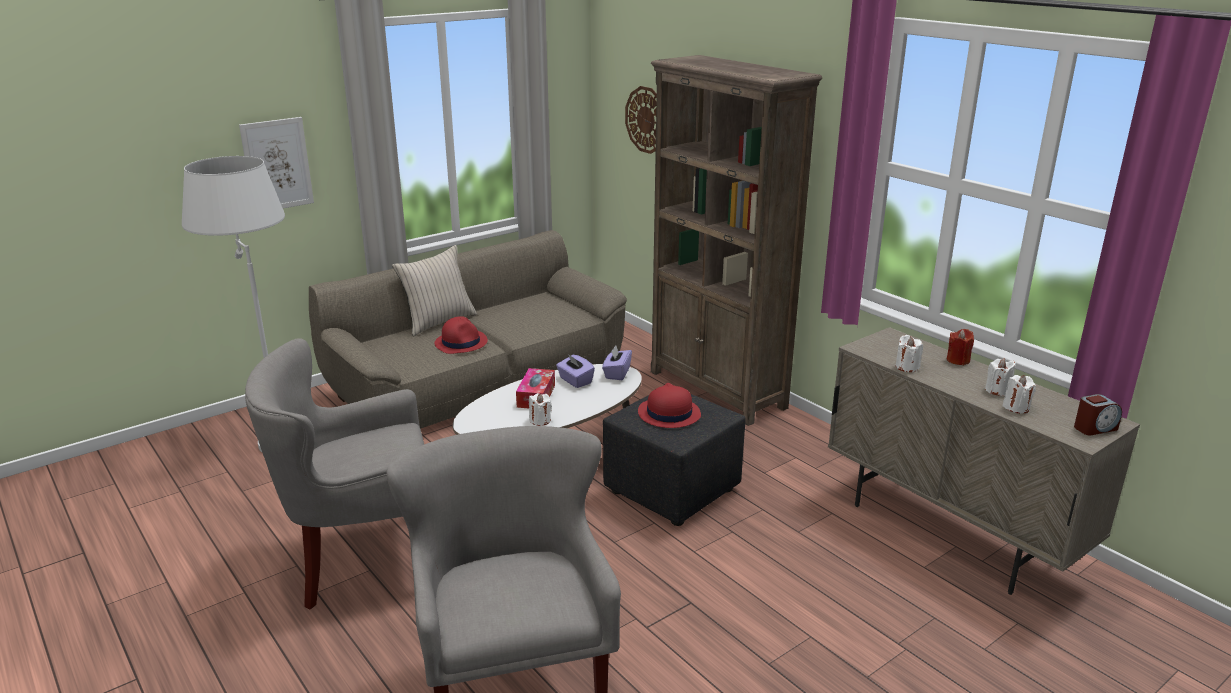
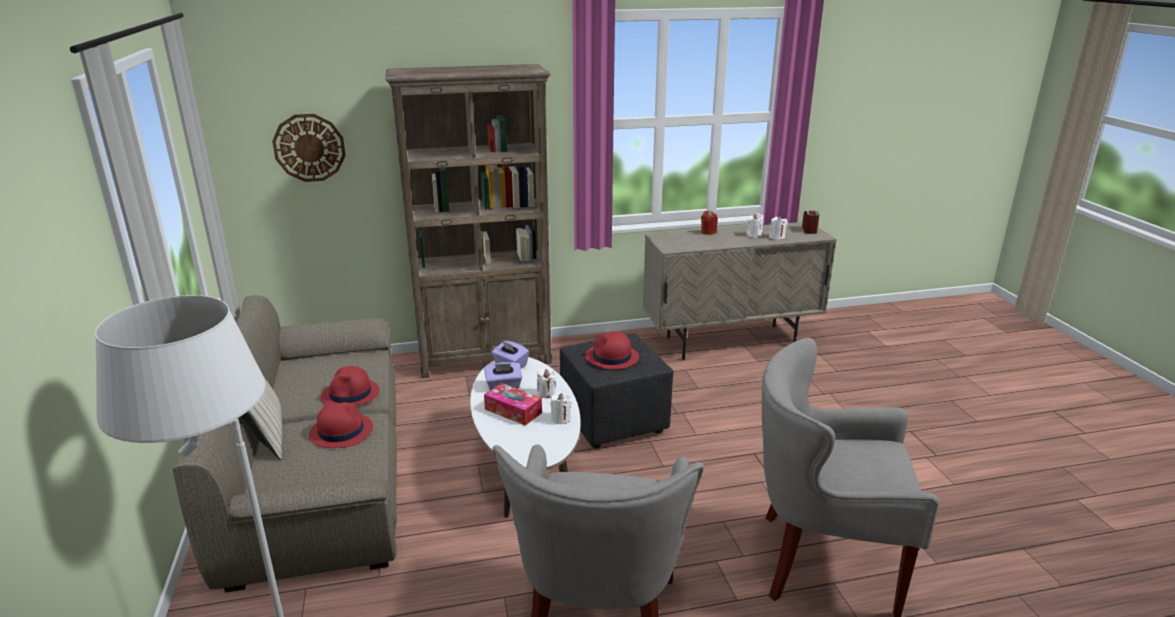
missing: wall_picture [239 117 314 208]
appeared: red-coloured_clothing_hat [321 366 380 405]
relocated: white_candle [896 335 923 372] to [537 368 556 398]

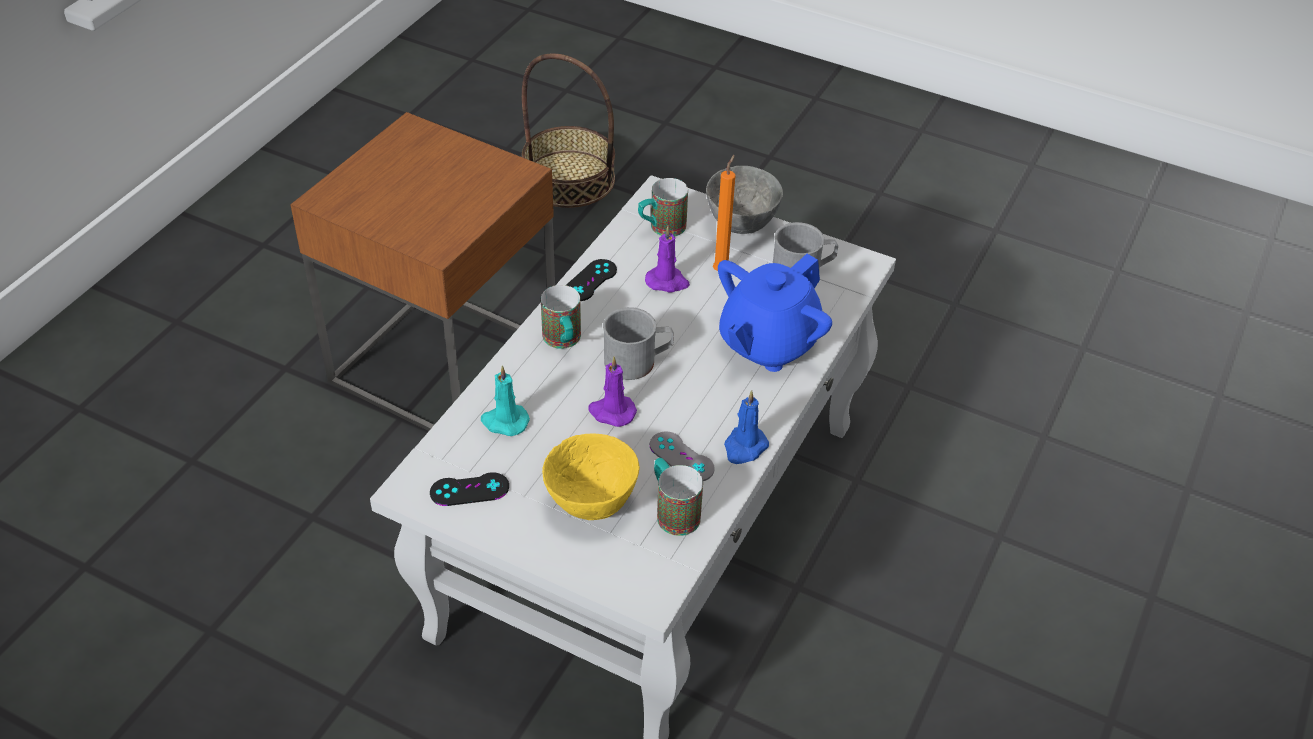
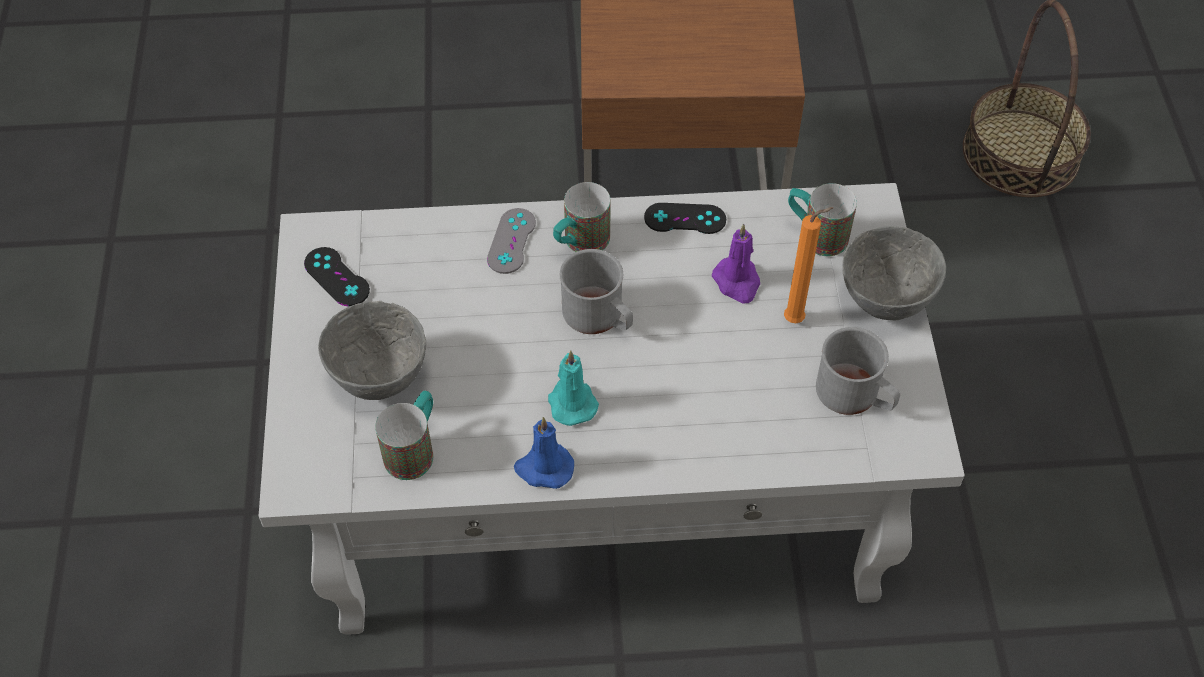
missing: purple-coloured_candle [588 356 637 427]; blue-coloured_pot_for_tea [718 254 832 372]
relocated: turquoise_candle [481 365 530 436] to [548 350 599 426]; greyish_joypad [649 431 715 481] to [487 208 536 274]
colour: yellow_serving_bowl [542 434 640 520] to greyish_serving_bowl [318 301 426 400]

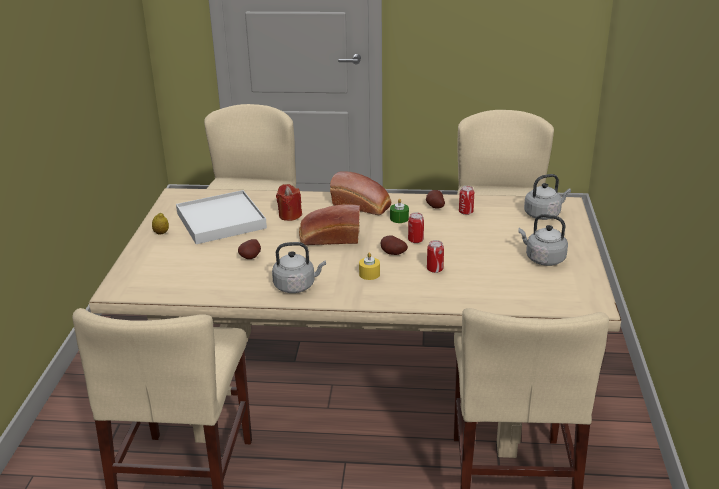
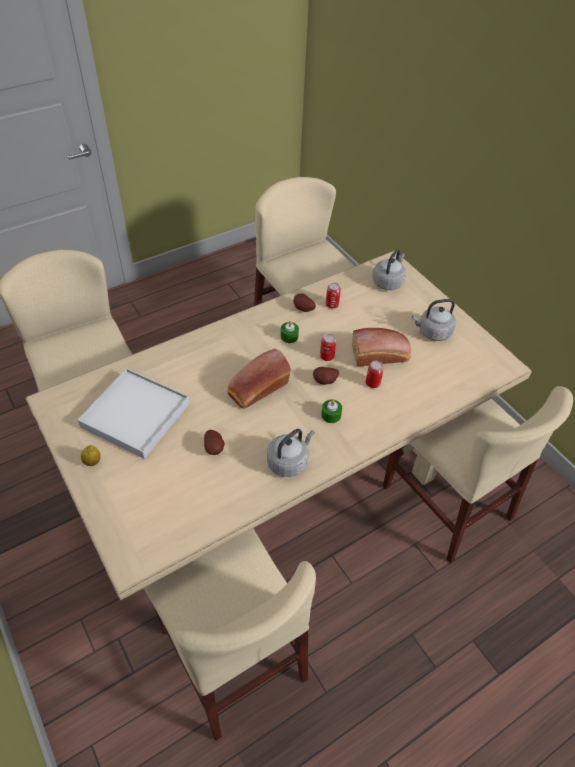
missing: red-coloured_candle [276 184 302 221]
relocated: bakery_bread [330 172 391 215] to [352 328 411 367]
colour: yellow_candle [359 252 380 280] to green_candle [321 399 342 423]

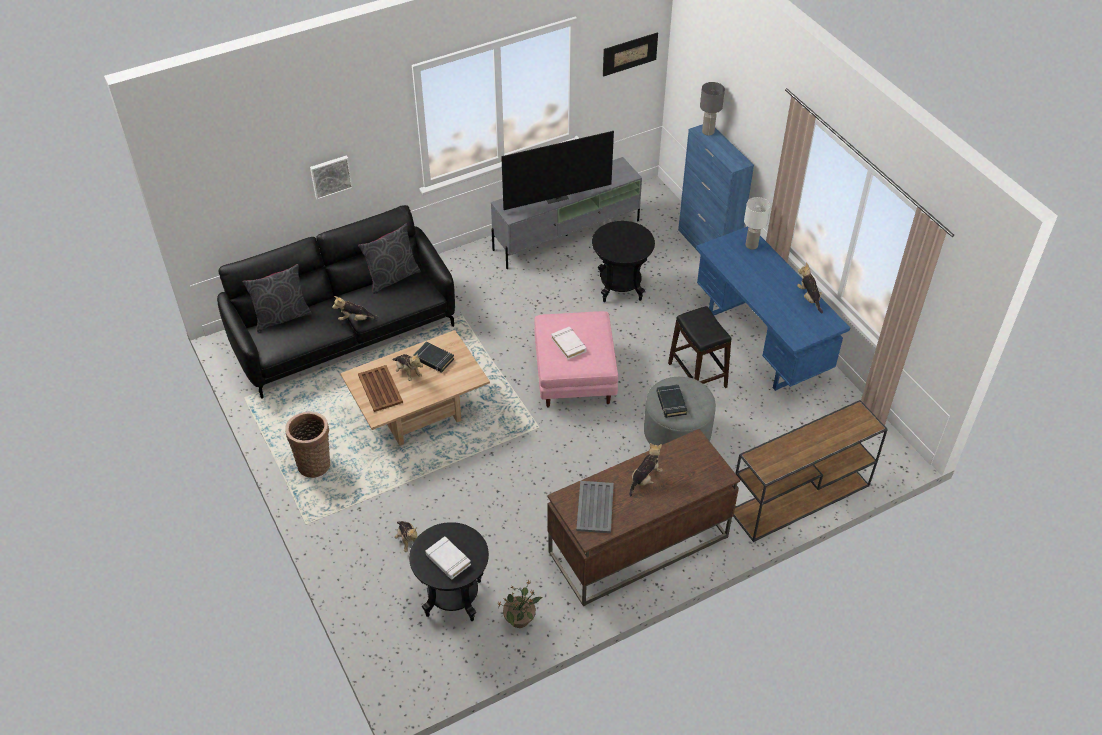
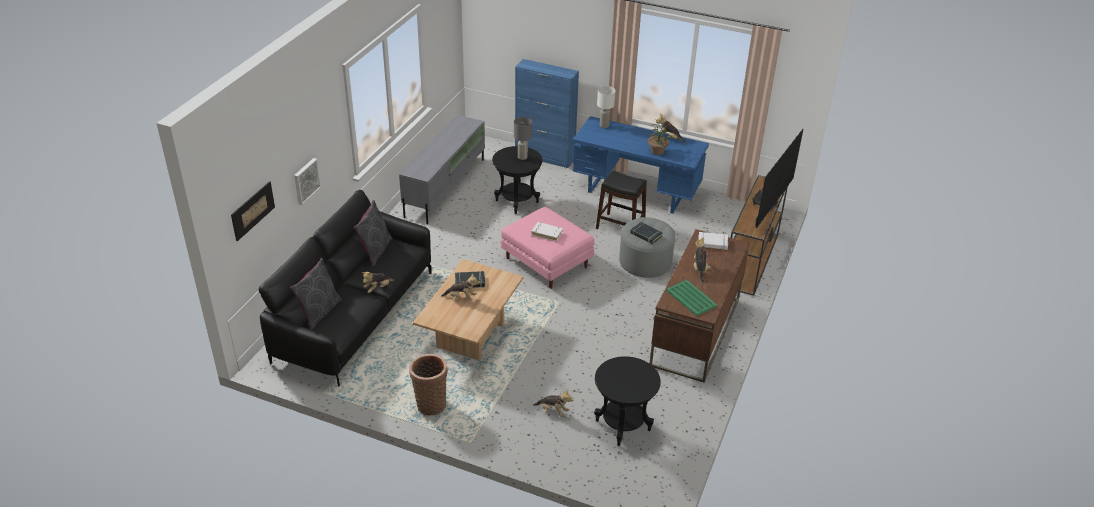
missing: brownish_serving_tray [358 365 403 412]
relocated: white_volume [426 536 471 579] to [698 232 728 250]; houseplant [497 579 542 628] to [648 119 673 155]; television [501 131 614 210] to [753 129 803 228]; wall_picture [603 33 658 77] to [231 181 275 241]; greyish_table_lamp [700 82 725 135] to [514 117 532 160]
colour: greyish_serving_tray [576 481 614 533] to green_serving_tray [666 280 717 316]

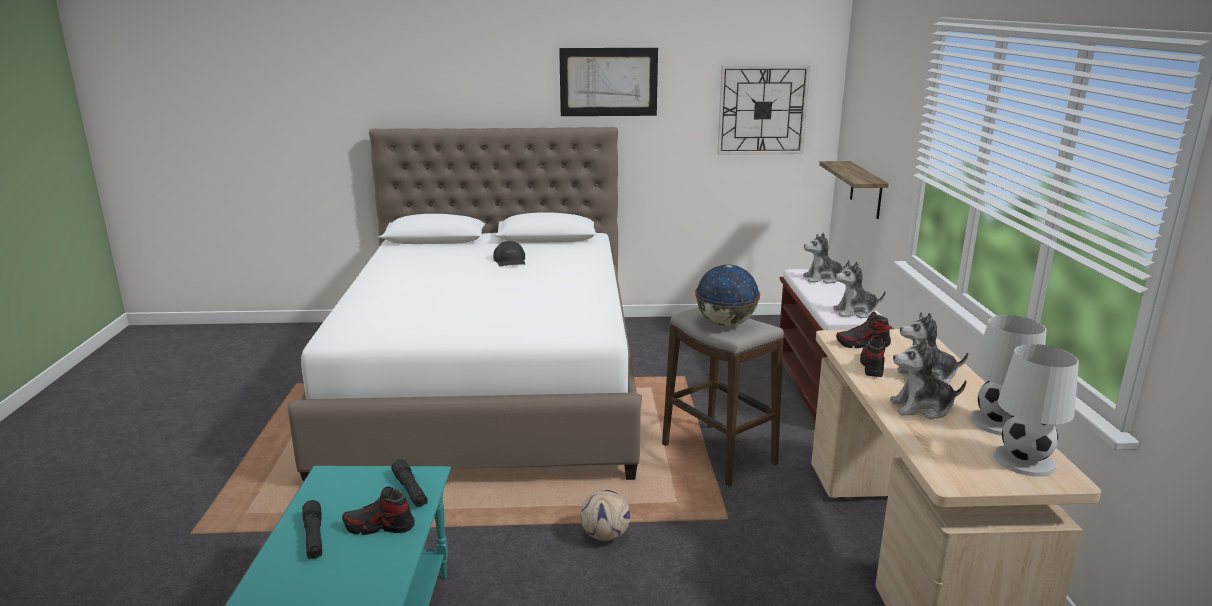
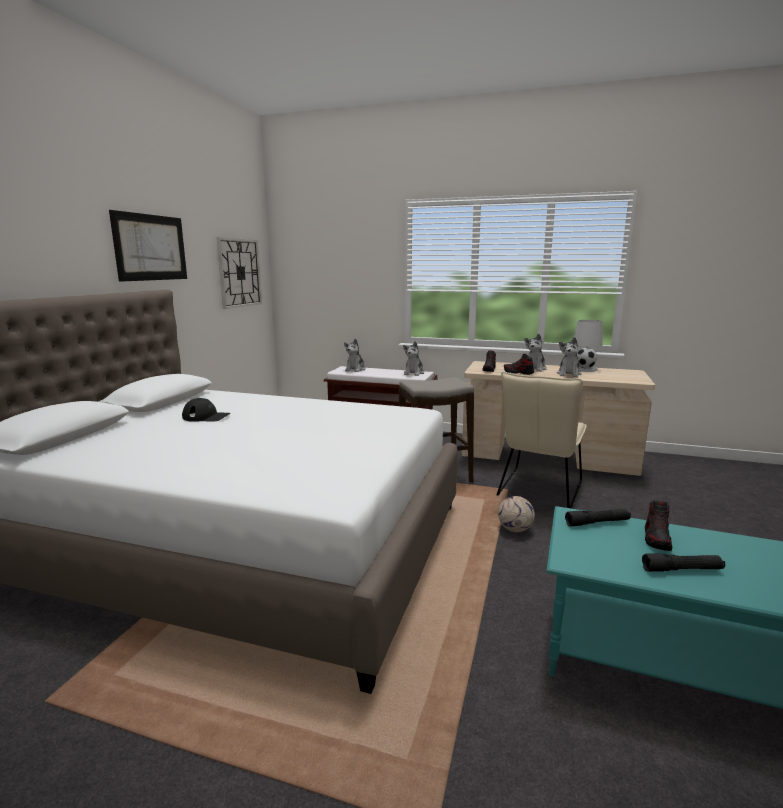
missing: desk_globe [695 265 760 326]; shelf [819 161 889 219]; white_table_lamp [994 344 1079 477]
appeared: beige_plain_chair [497 372 586 508]

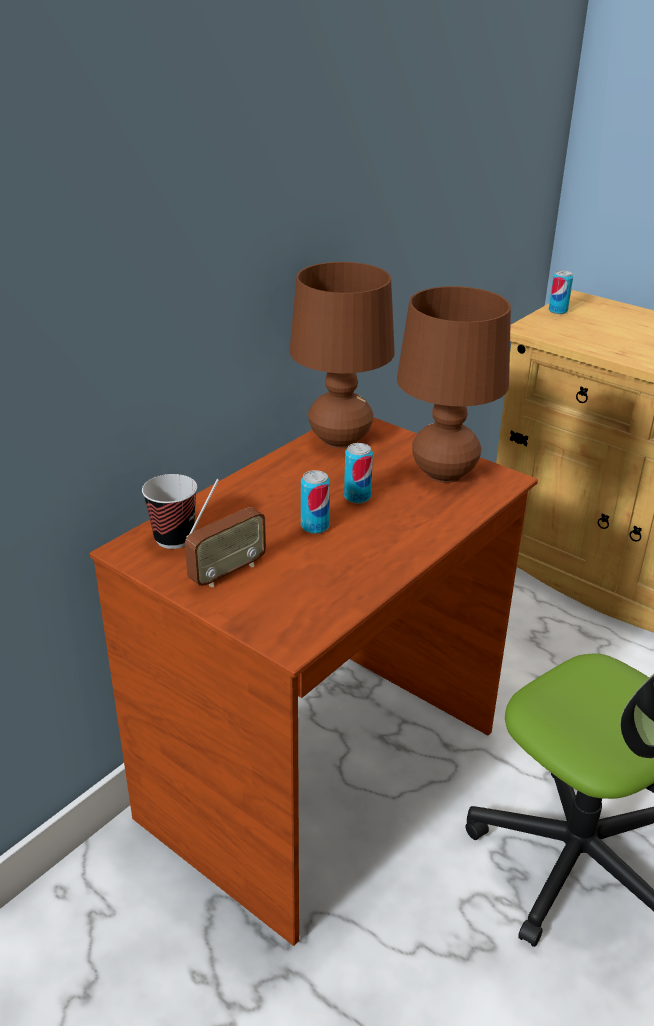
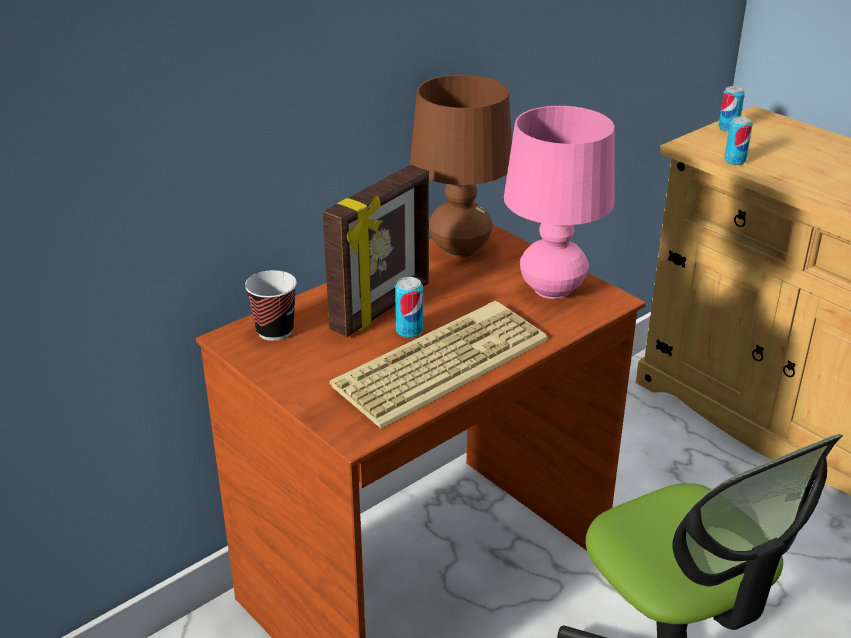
missing: radio_receiver [185 479 266 588]
appeared: standing_frame [323 165 429 337]; computer_keyboard [330 301 548 429]
relocated: can [344 443 373 504] to [724 116 752 165]
colour: brownish_table_lamp [397 286 511 483] to pinkish_table_lamp [504 106 615 299]

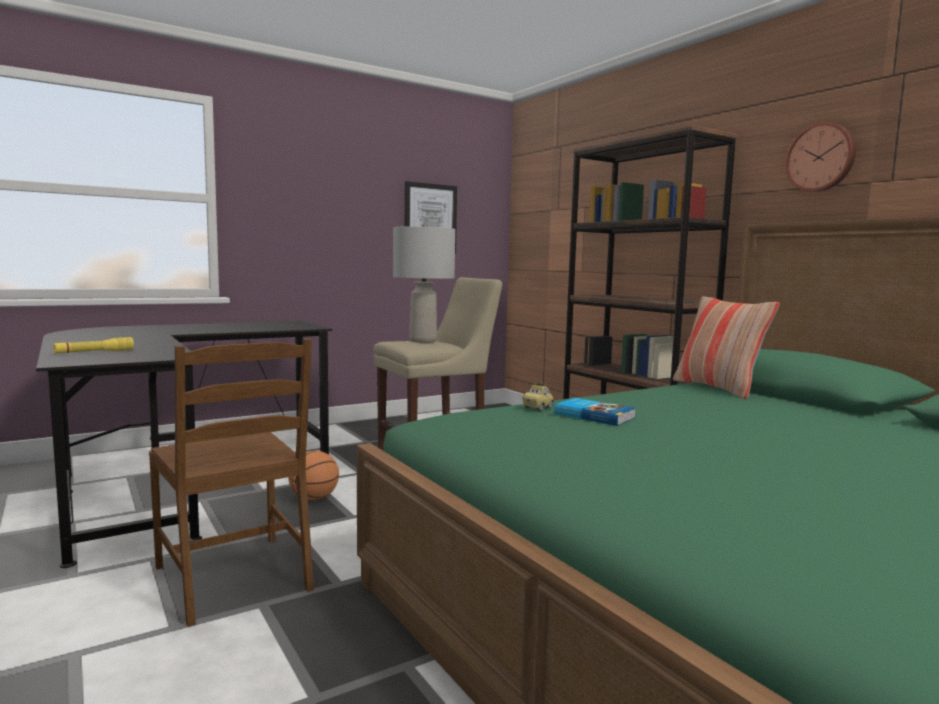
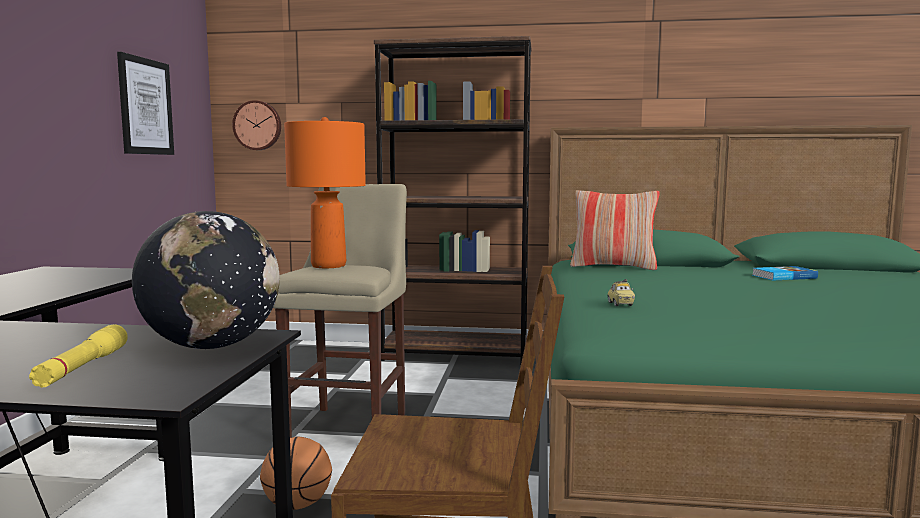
appeared: desk_globe [132 211 280 349]
relocated: volume [554 398 636 426] to [752 266 818 280]; wall_clock [785 122 856 192] to [232 100 281 150]
colour: greyish_table_lamp [393 223 455 343] to orange_table_lamp [284 117 366 268]

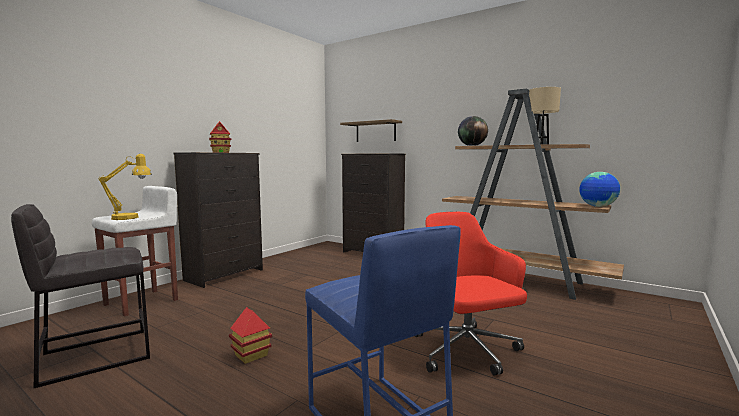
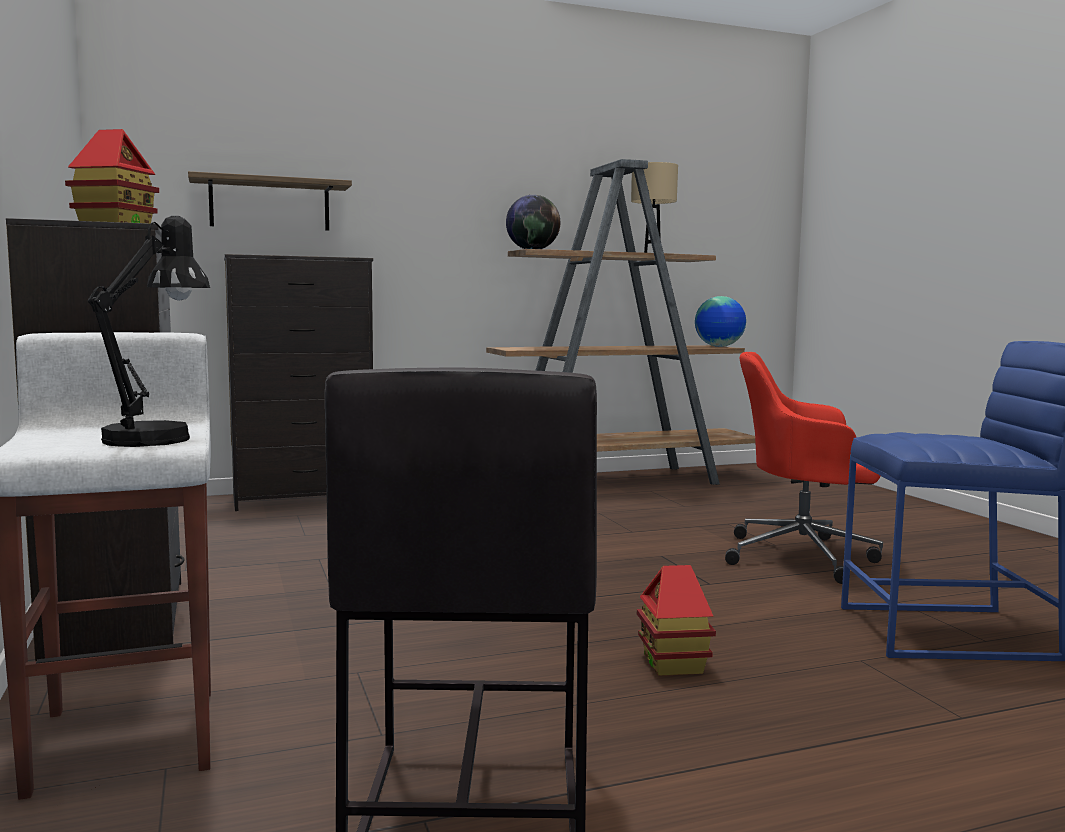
colour: yellow_table_lamp [99 154 152 220] to black-coloured_table_lamp [87 216 210 447]

